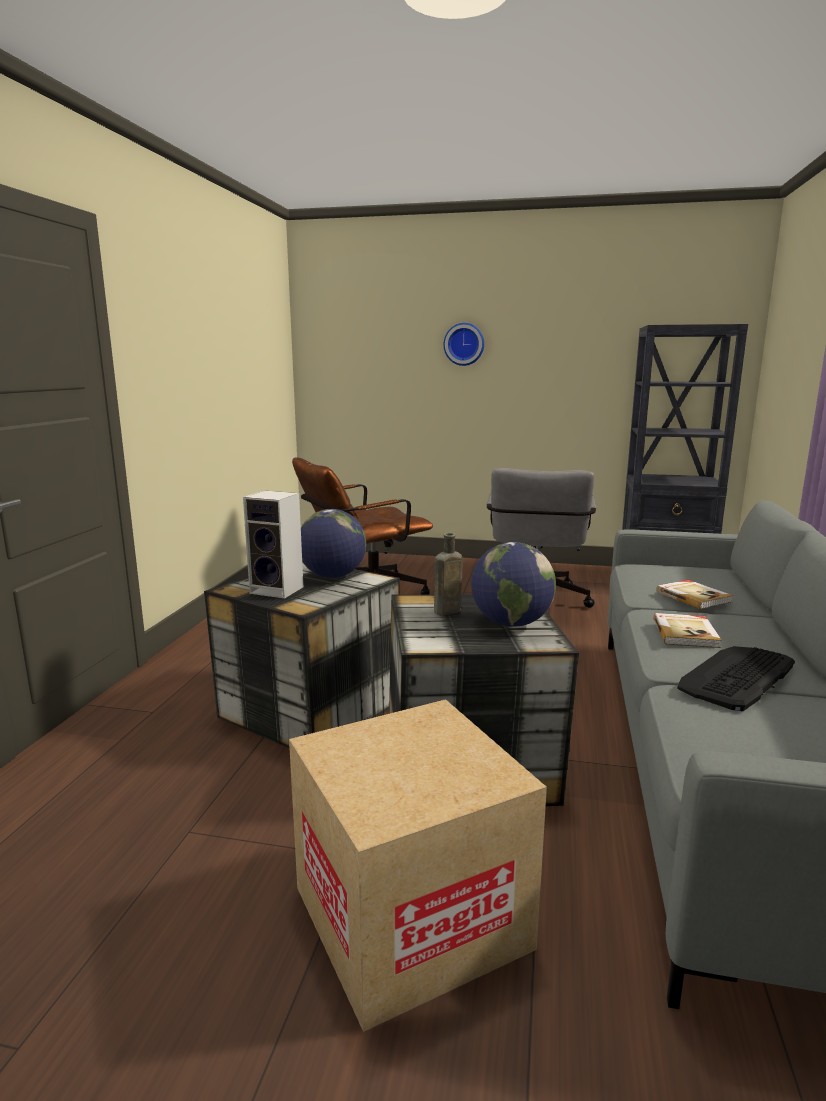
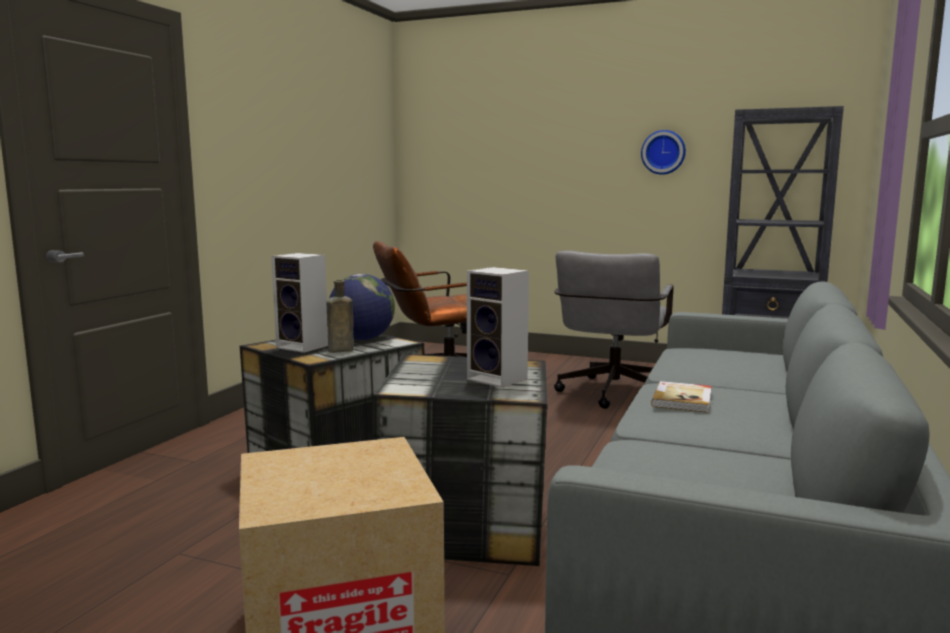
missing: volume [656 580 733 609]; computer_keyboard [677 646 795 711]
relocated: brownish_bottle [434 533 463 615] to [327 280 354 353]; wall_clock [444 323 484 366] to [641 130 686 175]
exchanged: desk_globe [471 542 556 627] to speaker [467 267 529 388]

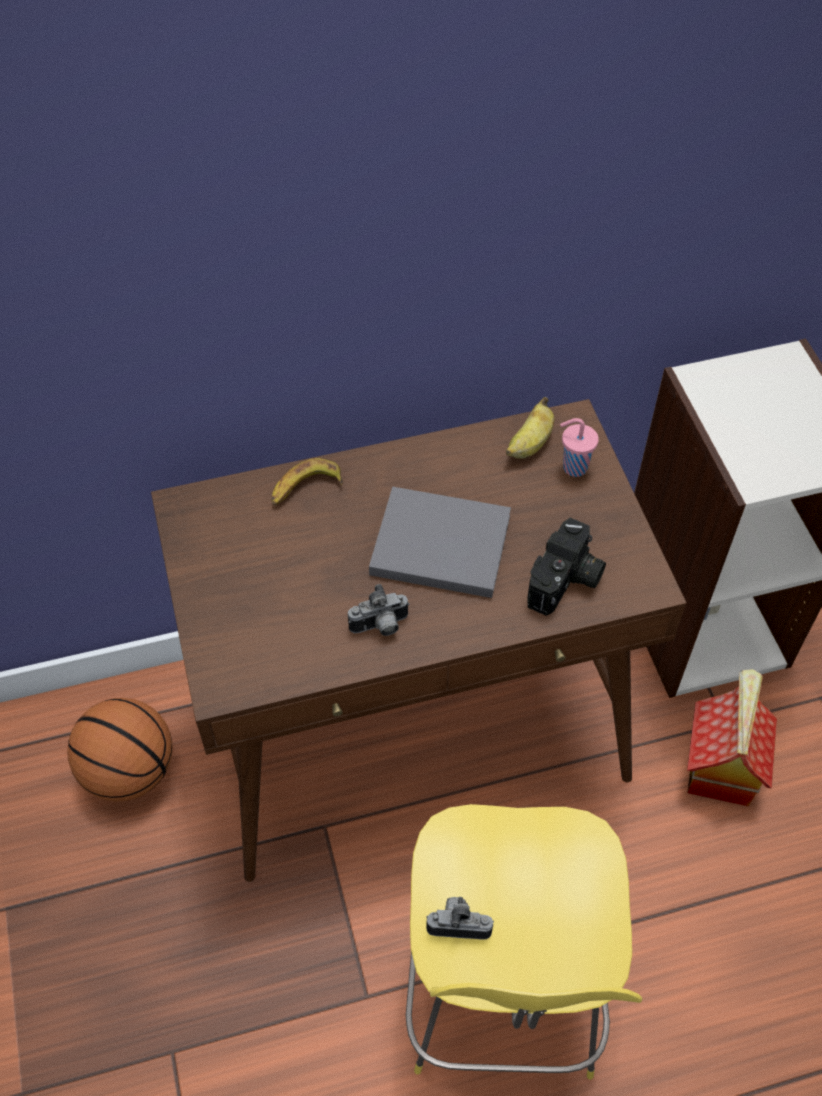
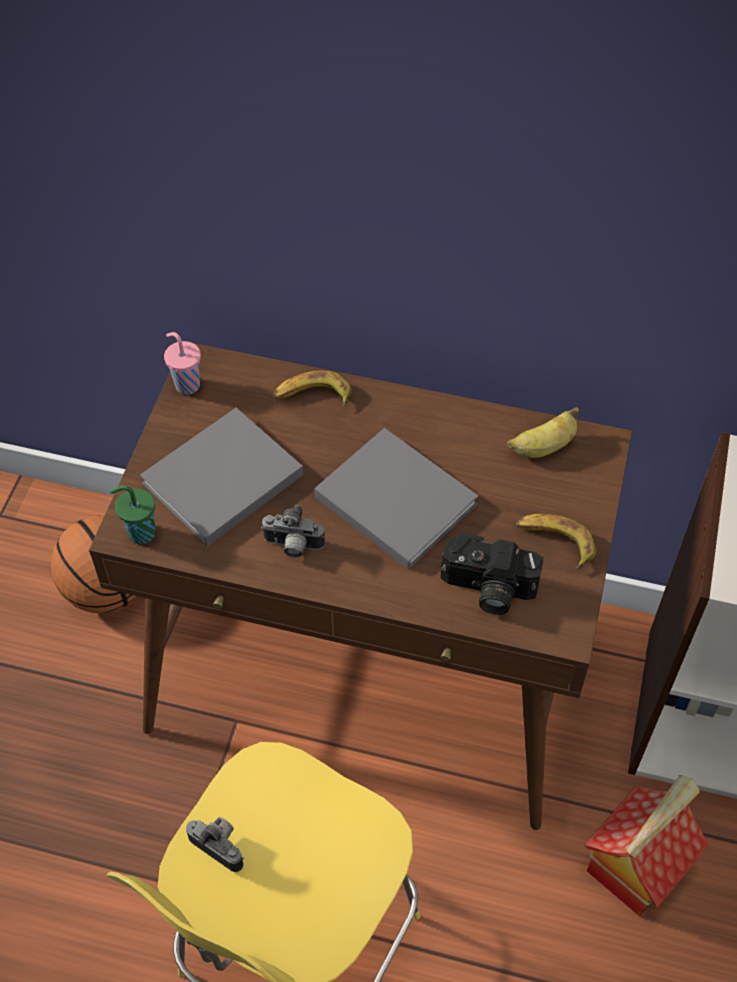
appeared: green_drinking_cup [110 485 156 544]; greyish_volume [140 408 303 547]; banana [517 514 597 569]
relocated: pinkish_drinking_cup [560 418 599 477] to [164 332 201 395]
spun: still_camera [527 518 606 616] = [441 534 544 615] 45 degrees clockwise

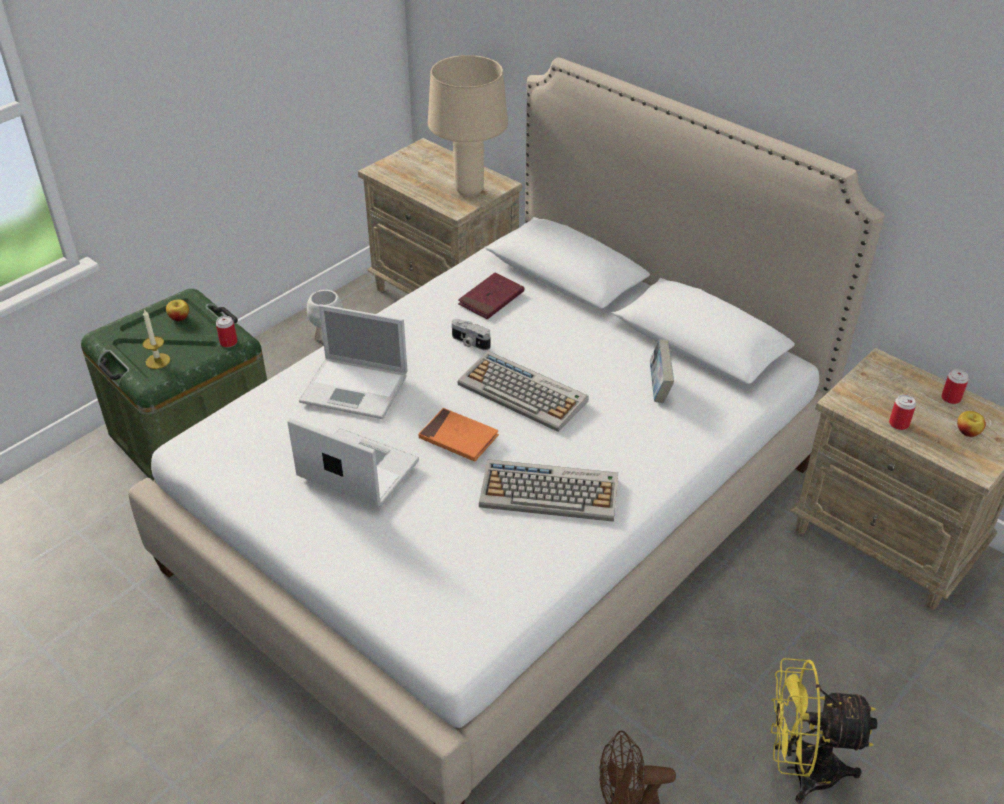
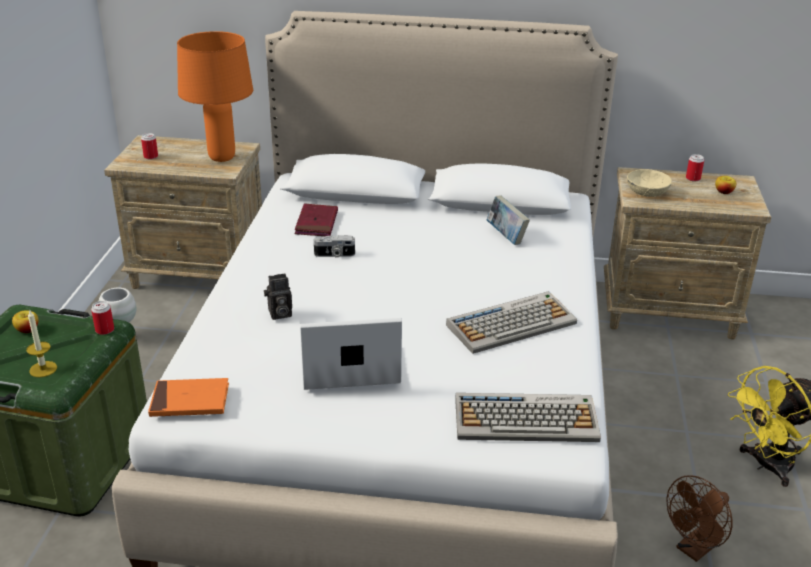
appeared: beige_serving_bowl [627 169 672 197]
relocated: orange_volume [418 408 499 462] to [148 378 229 417]; computer_keyboard [457 351 588 432] to [455 393 601 442]; can [889 394 916 430] to [141 133 158 160]
exchanged: laptop [299 304 408 419] to still_camera [264 273 292 320]
colour: beige_table_lamp [428 55 508 197] to orange_table_lamp [177 31 253 162]

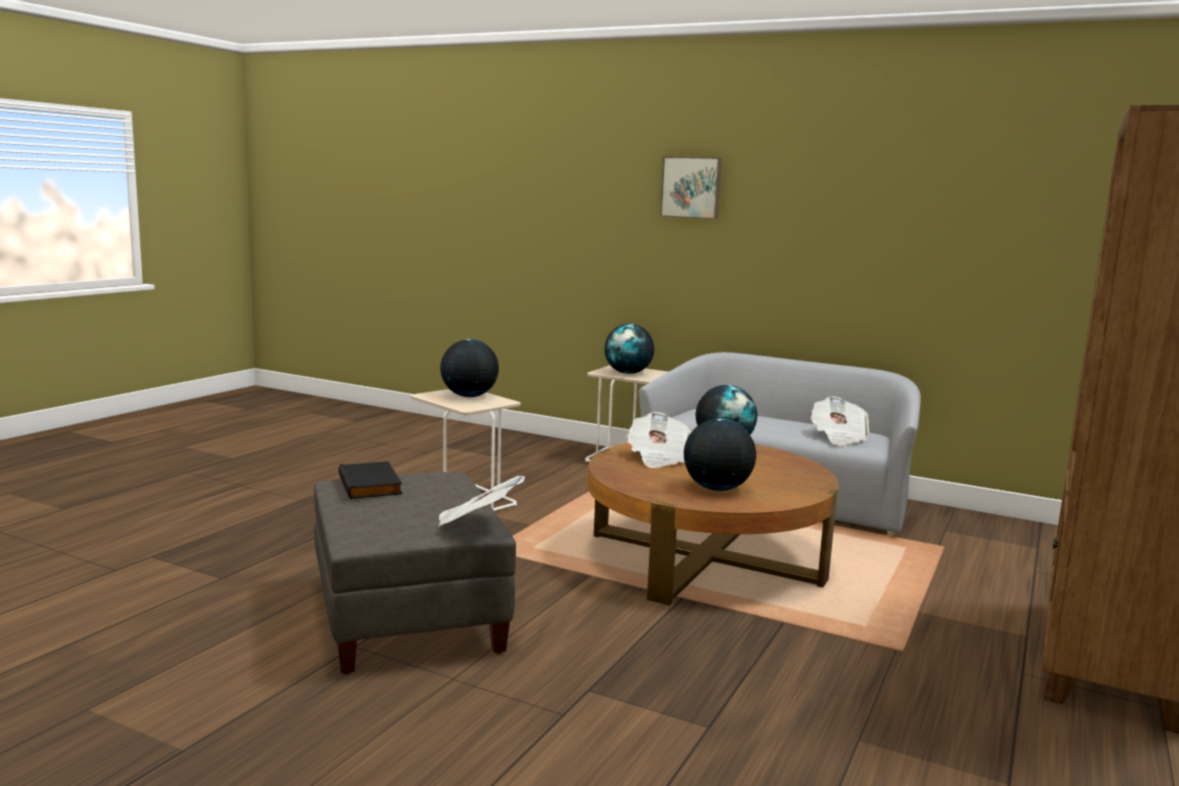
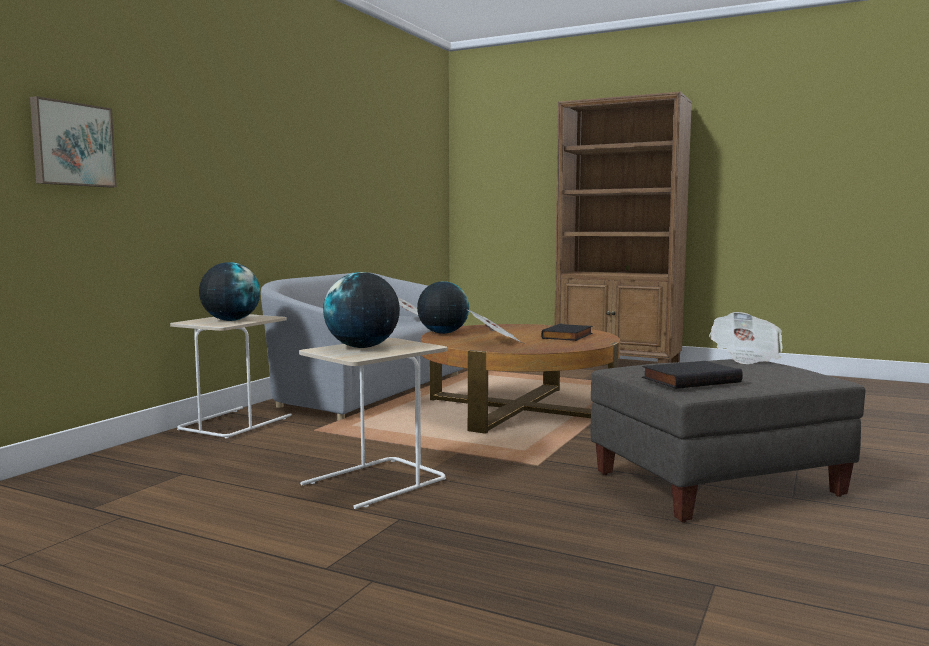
relocated: wall_picture [660 156 722 219] to [30 96 117 188]
exchanged: desk_globe [684 419 756 491] to black-coloured_volume [541 324 592 341]

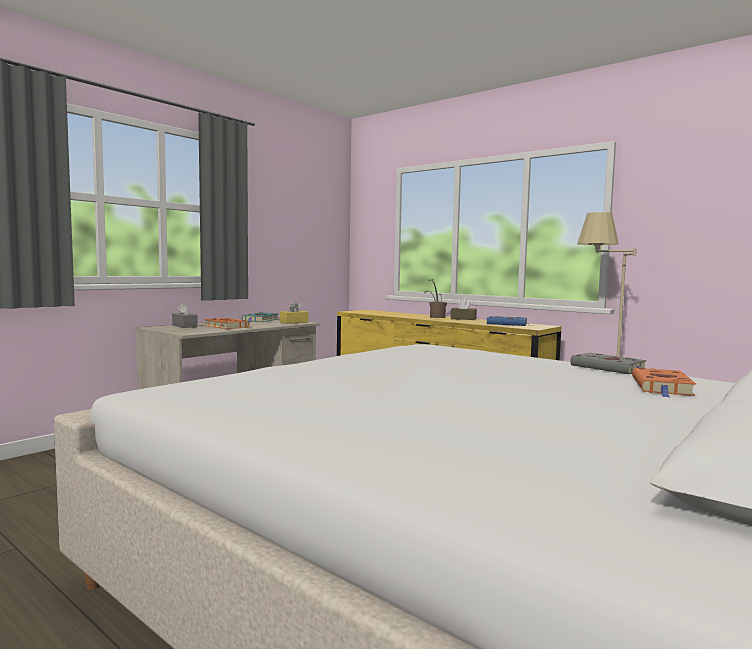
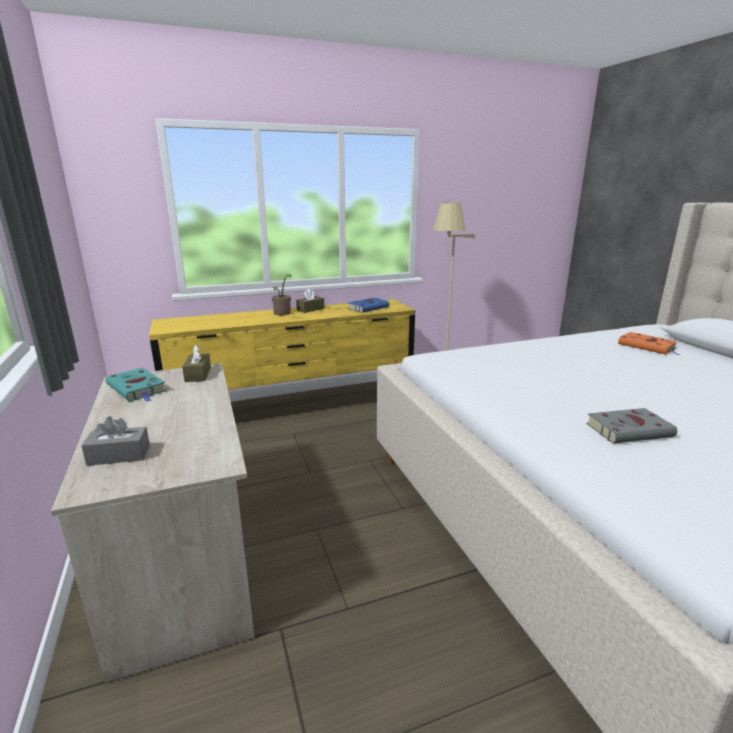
missing: orange_volume [205 318 250 329]
relocated: greyish_volume [570 353 647 374] to [586 408 677 444]
colour: yellow_tissue_box [280 301 308 324] to brownish_tissue_box [182 345 211 382]

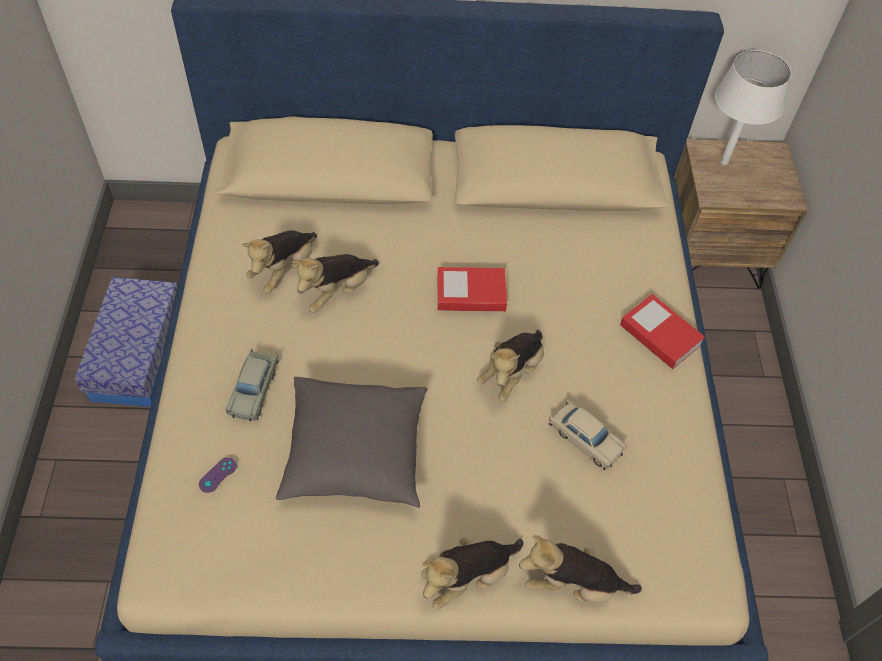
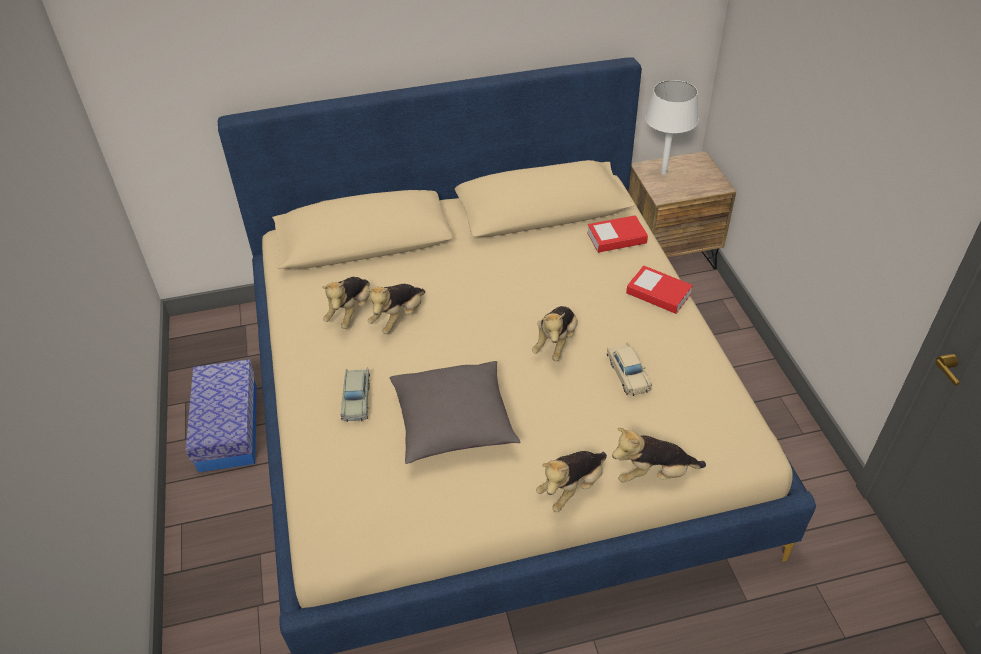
missing: purple-coloured_joypad [199 457 237 493]
relocated: volume [437 267 507 312] to [587 215 648 253]
spun: beige_toy_car [549 400 627 470] = [607 342 652 396] 45 degrees clockwise

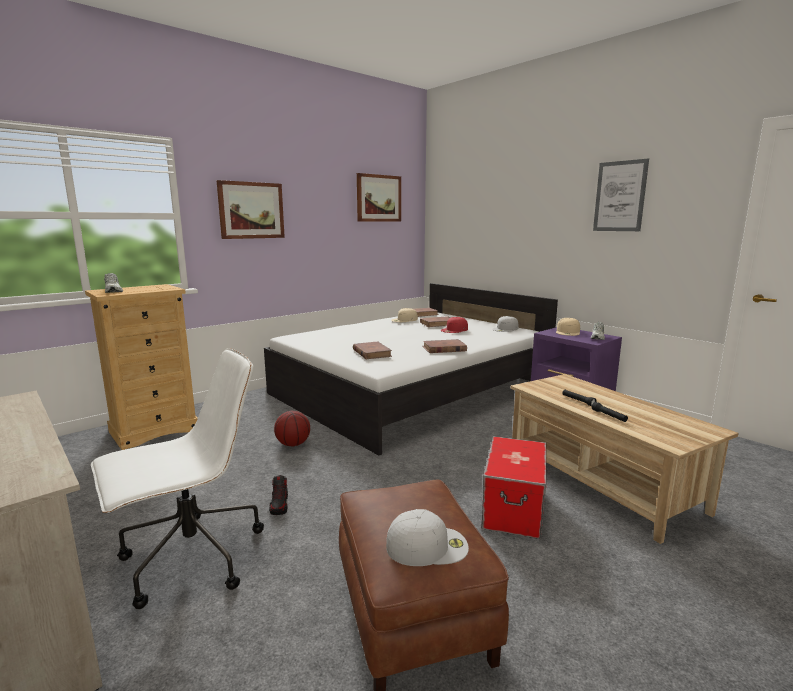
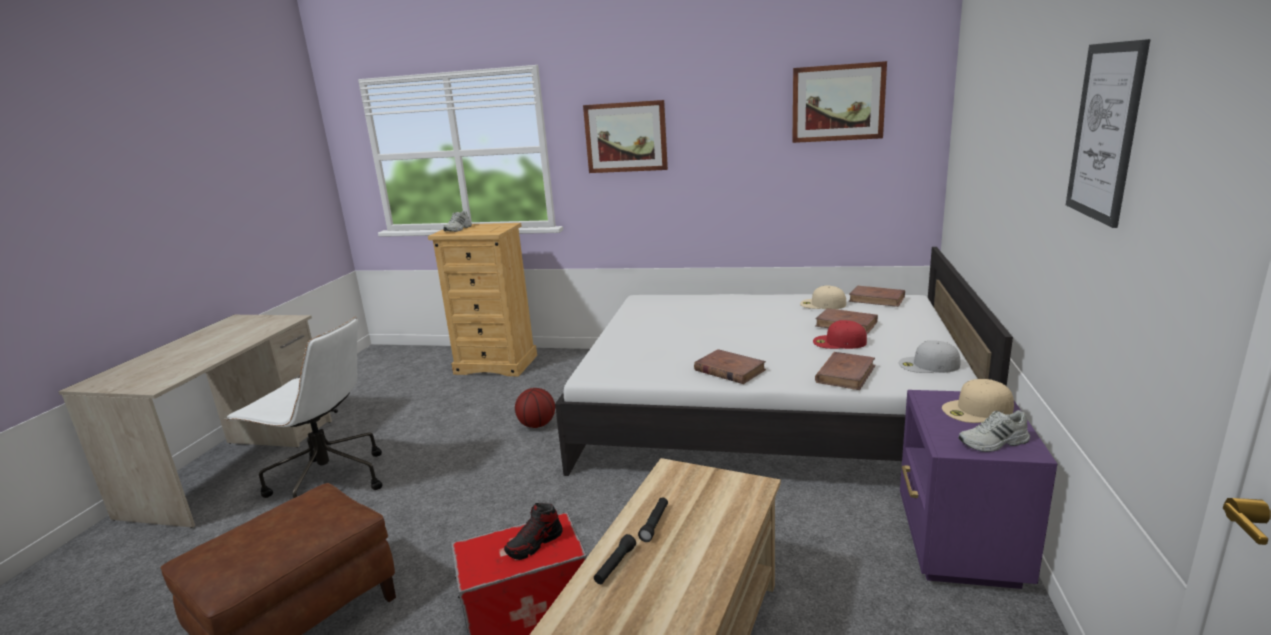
missing: white_peaked_cap [386 509 469 566]
relocated: item_of_footwear [269 475 288 515] to [504 503 562 560]; brownish_volume [353 342 392 359] to [815 352 876 390]

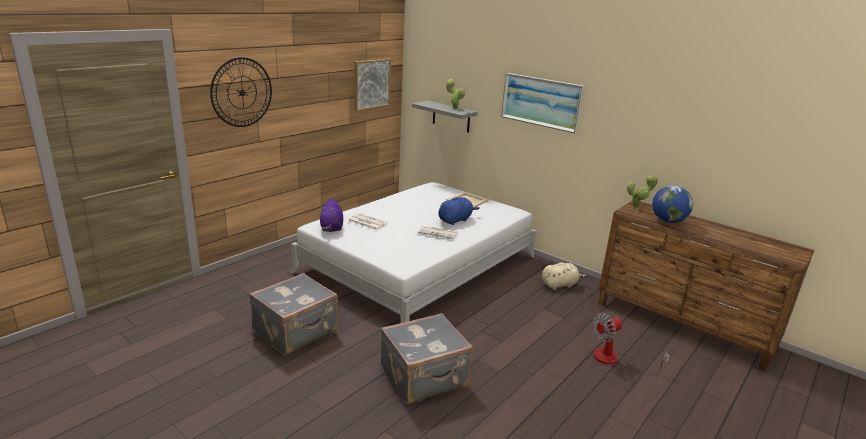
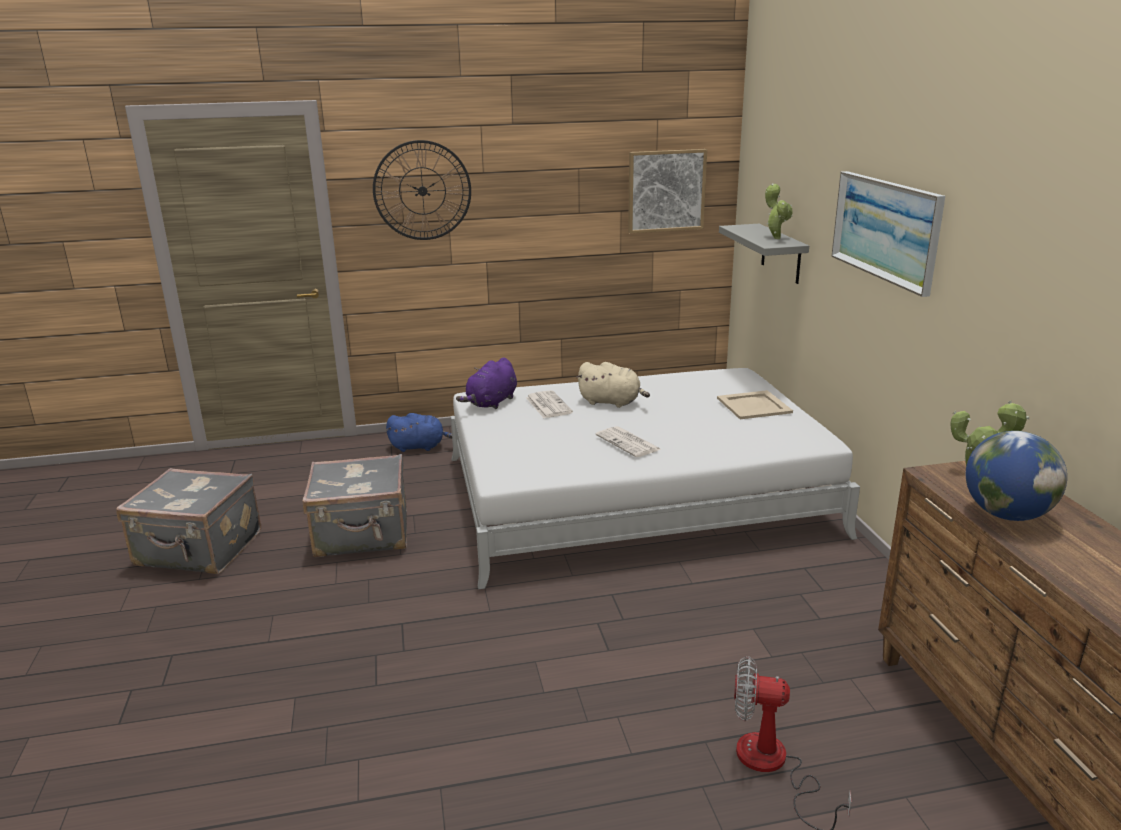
relocated: greyish_suitcase [381 313 473 405] to [116 468 261 574]; blue-coloured_cuddly_toy [438 197 480 225] to [386 413 452 452]; beige_cuddly_toy [542 263 588 290] to [576 362 650 408]

